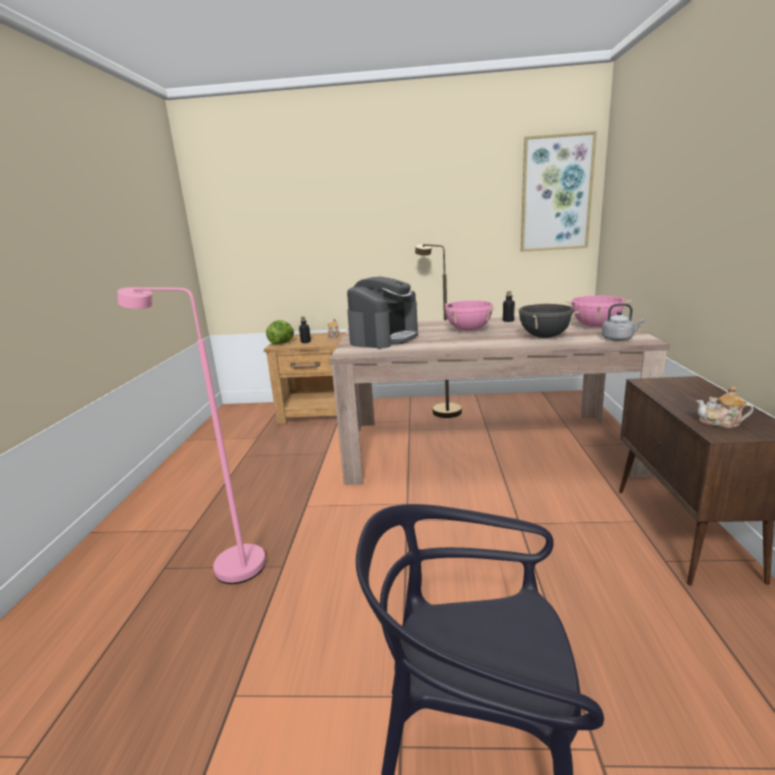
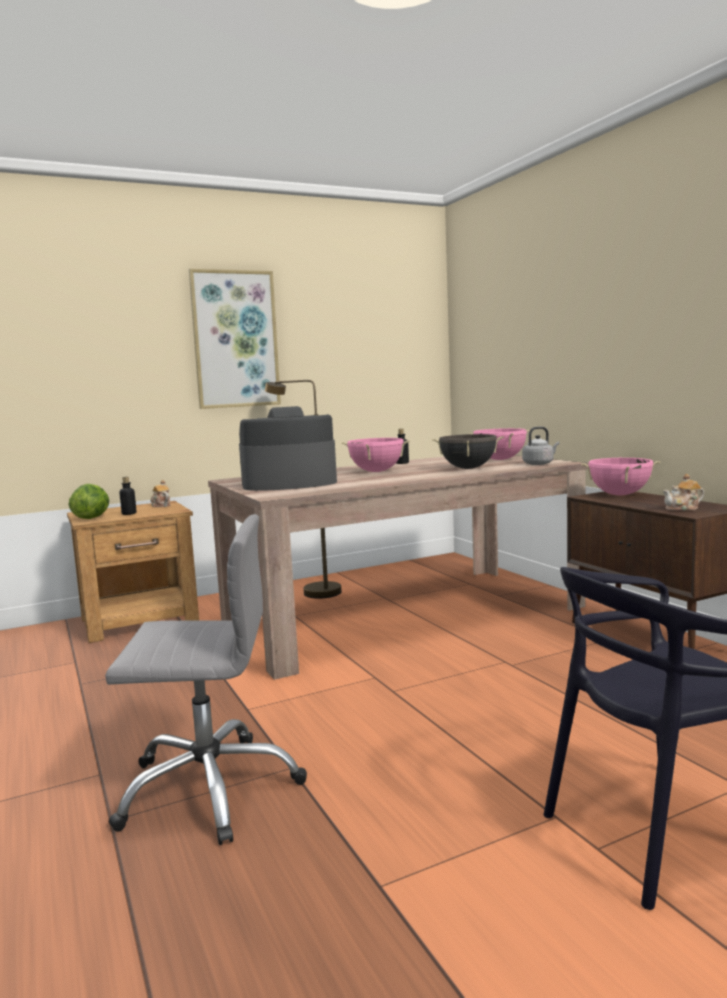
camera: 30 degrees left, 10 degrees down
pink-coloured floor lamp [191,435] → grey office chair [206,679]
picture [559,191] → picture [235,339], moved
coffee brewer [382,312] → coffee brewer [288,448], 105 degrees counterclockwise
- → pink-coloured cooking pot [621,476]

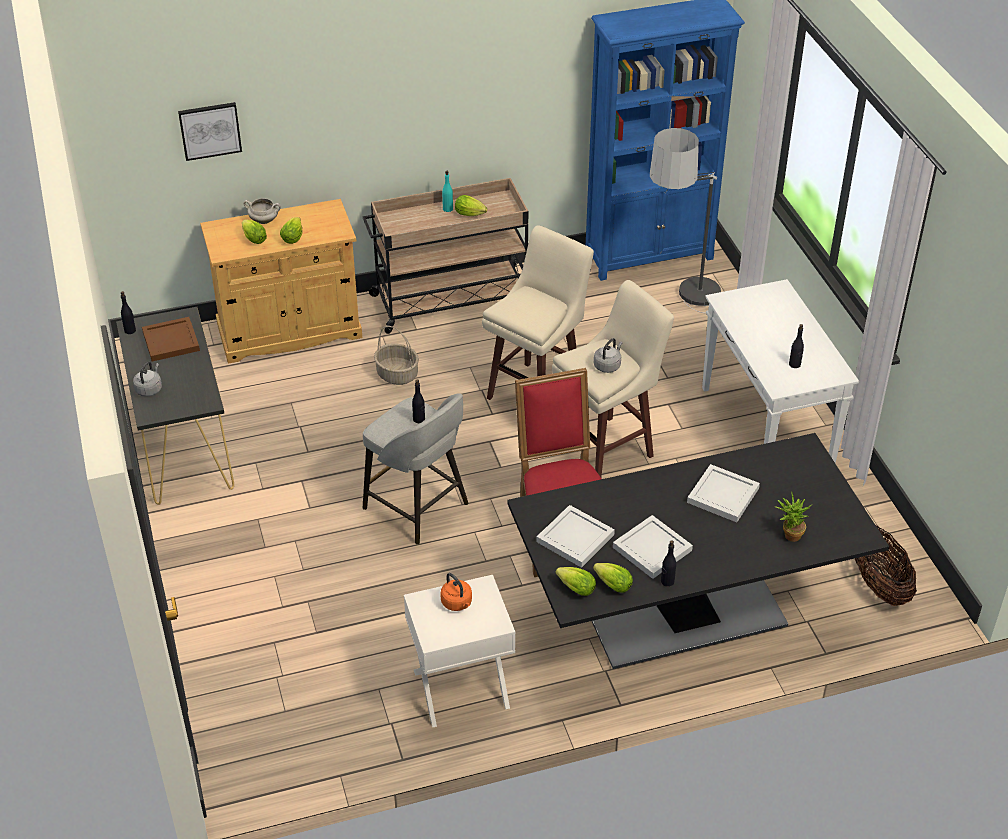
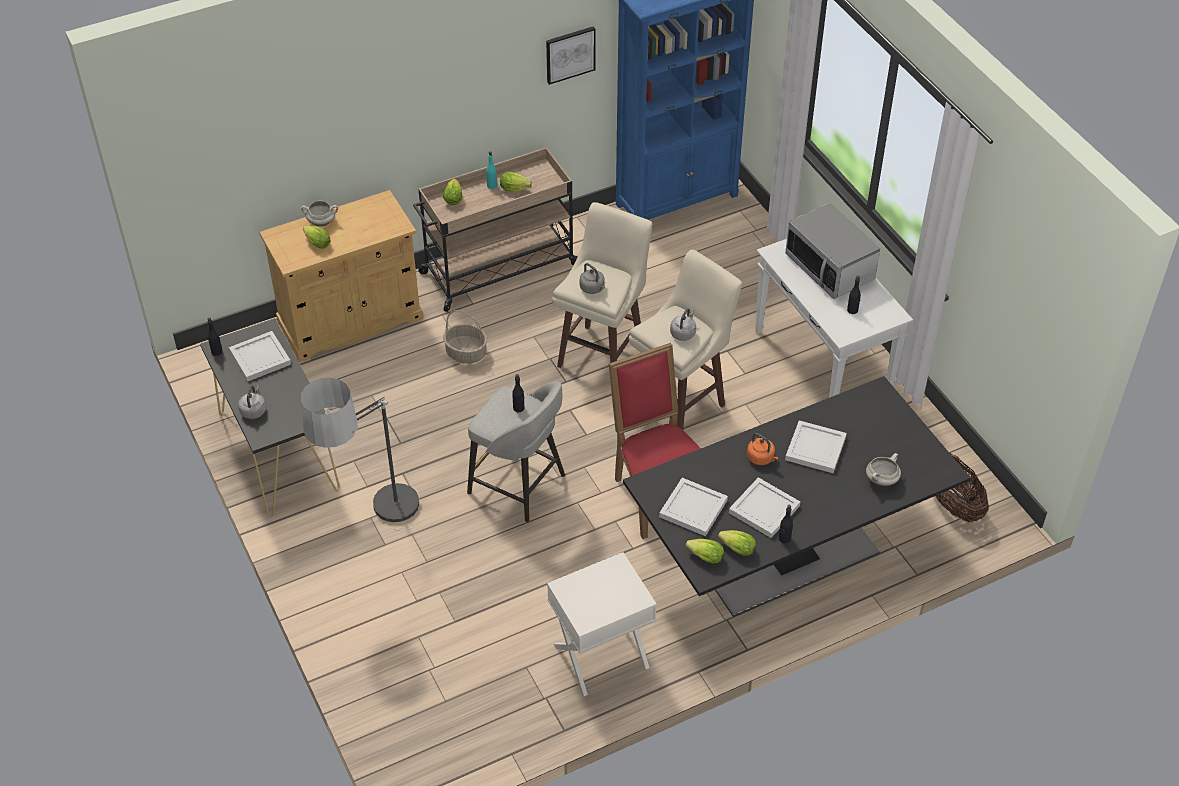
camera: 10 degrees left, 5 degrees up
brownish tray [171,339] → white tray [260,356]
floor lamp [685,220] → floor lamp [360,454], moved
lettuce [291,230] → lettuce [452,192], moved
picture [210,131] → picture [571,55], moved
- → grey water kettle [592,278]
orange-coloured water kettle [456,592] → orange-coloured water kettle [762,449], moved
- → microwave [832,251]
houseplant [793,518] → white cooking pot [883,469]

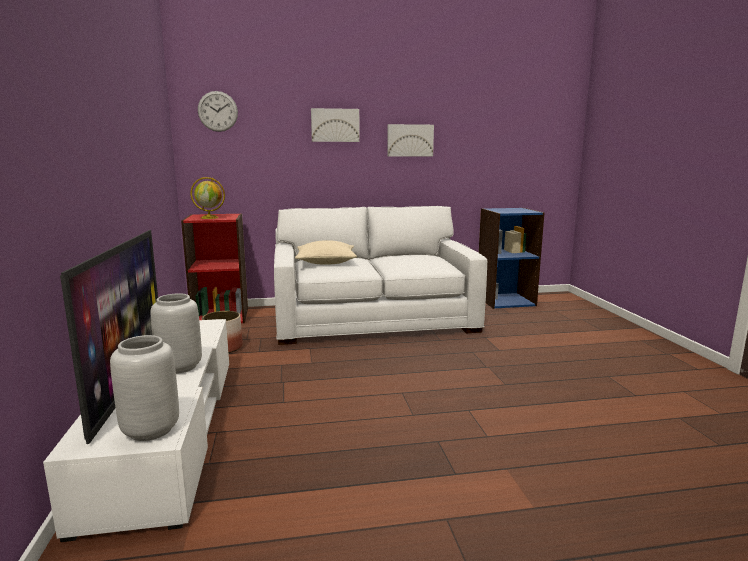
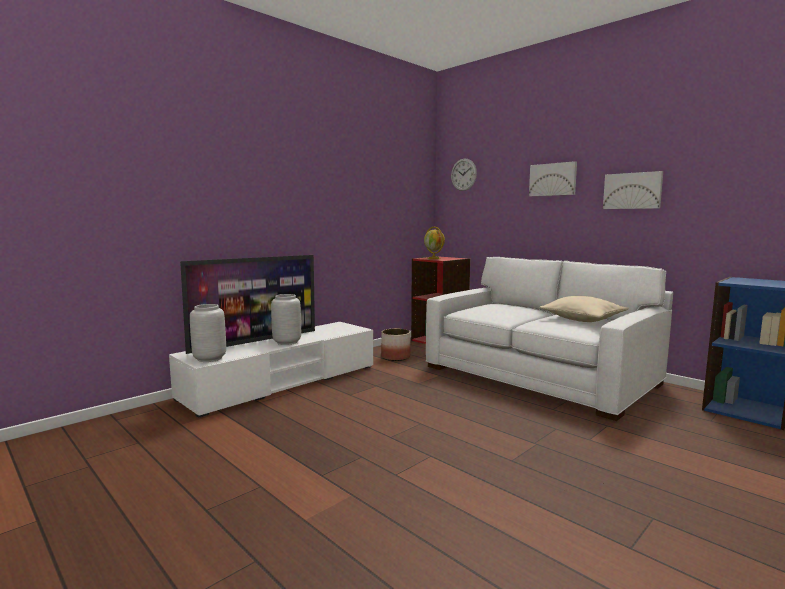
camera: 55 degrees right, 5 degrees down
beige-coloured pillow [326,252] → beige-coloured pillow [584,309], moved

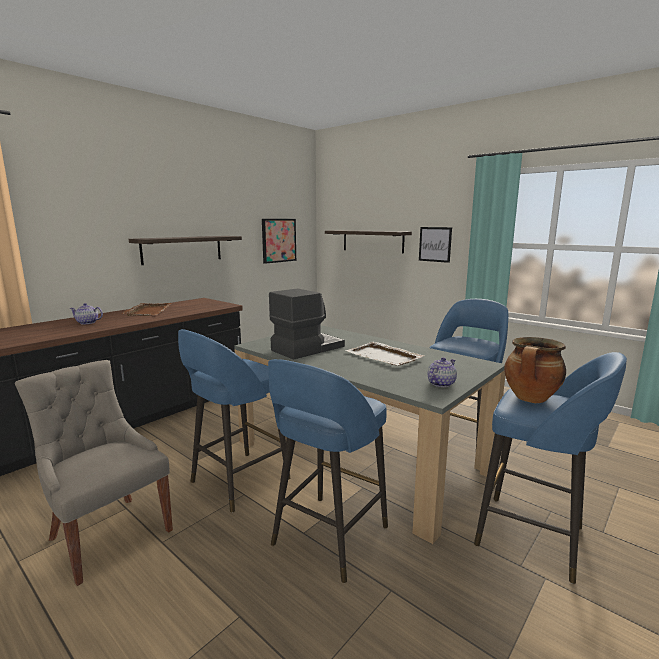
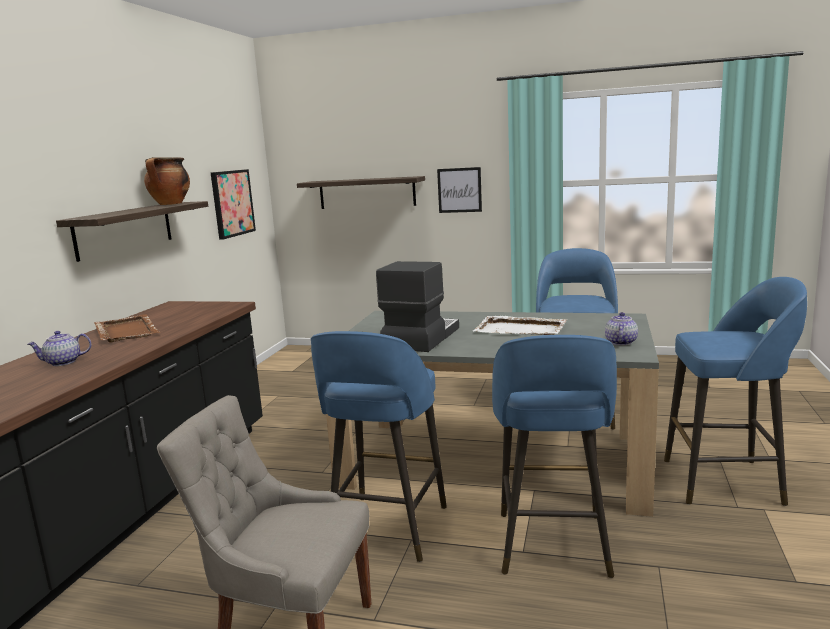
camera: 25 degrees left, 0 degrees up
cooking pot [535,370] → cooking pot [167,181], moved

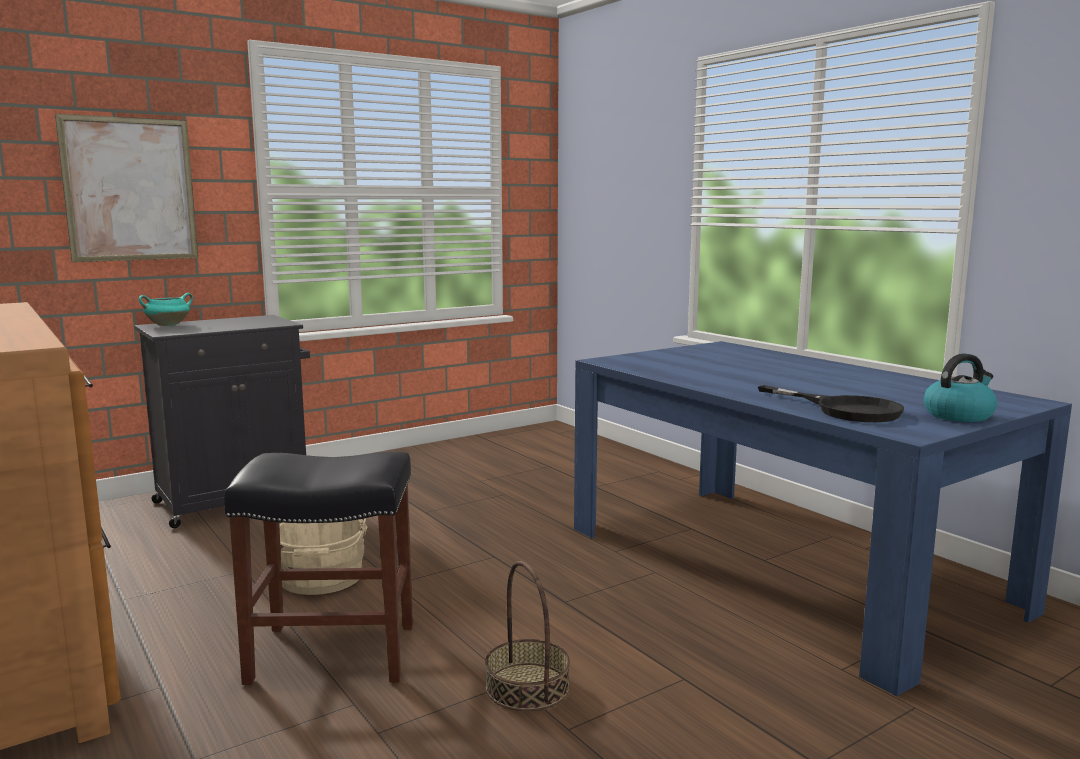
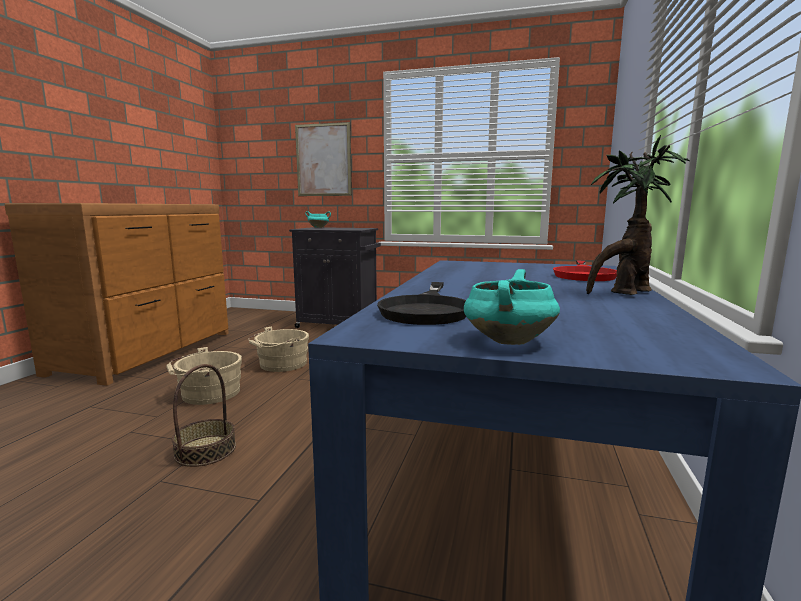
camera: 50 degrees right, 0 degrees up
black-coloured stool seat [318,568] → beige-coloured water bucket [204,376]
water kettle [960,388] → turquoise-coloured cooking pot [512,307]
- → red pan [585,271]
- → houseplant [638,215]

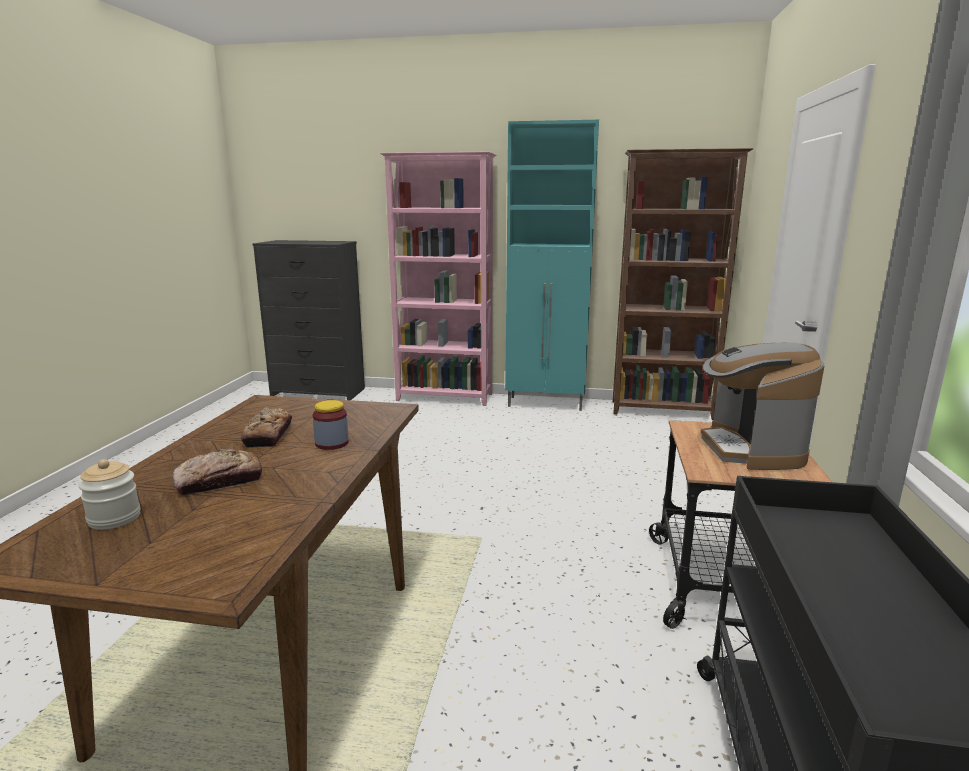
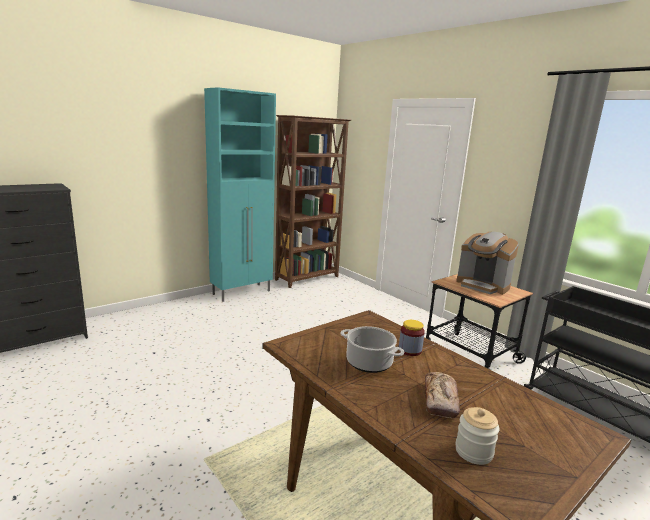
camera: 50 degrees left, 0 degrees up
bakery bread [266,427] → cooking pot [372,349]
pink-coloured bookshelf [438,279] → -

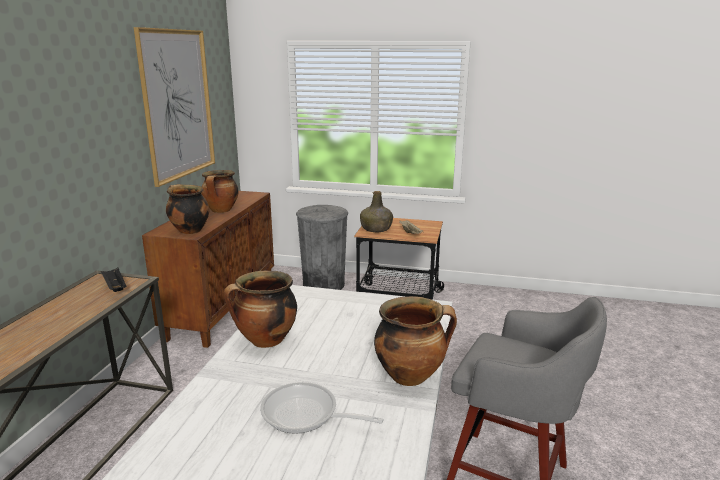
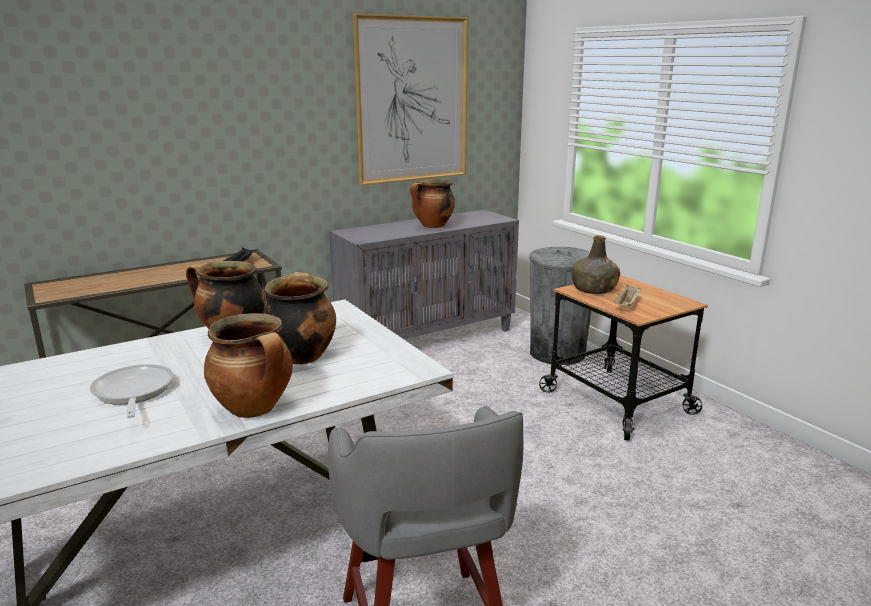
camera: 45 degrees right, 0 degrees up
cooking pot [187,209] → cooking pot [299,318], moved
brownish cupboard [208,269] → grey cupboard [424,274]

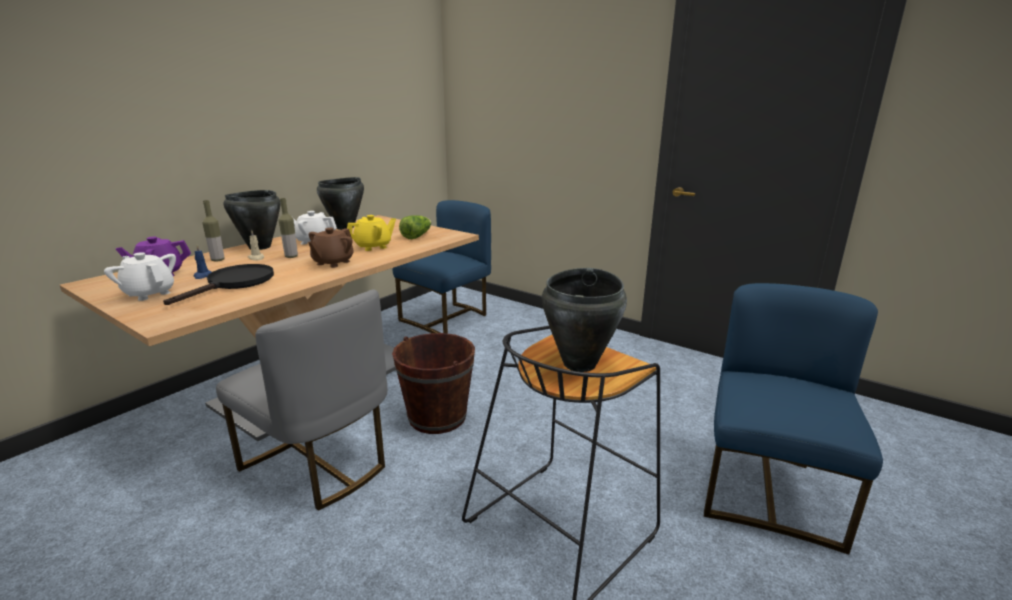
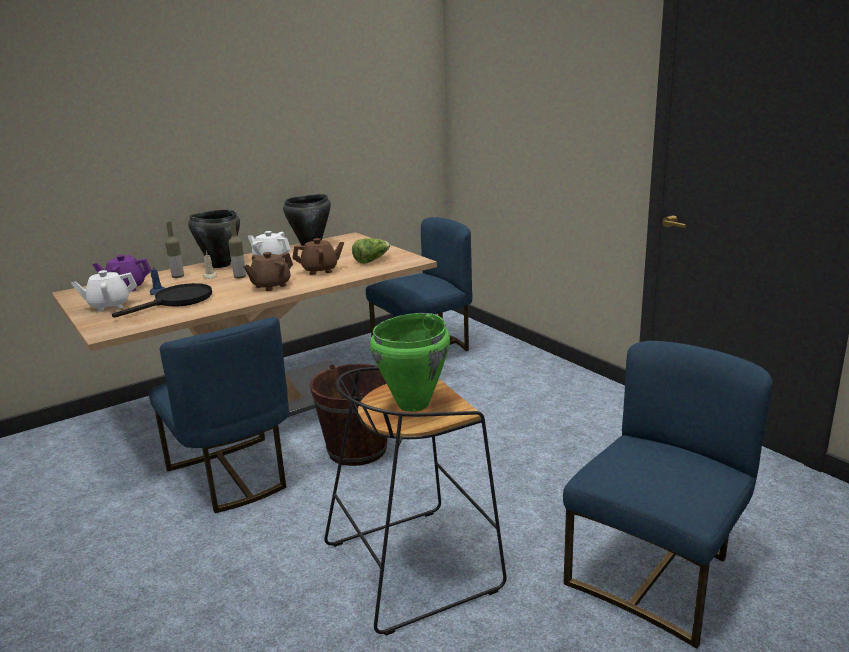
camera: 20 degrees right, 0 degrees up
white tea pot [140,276] → white tea pot [104,291], 75 degrees counterclockwise
grey plain chair [301,400] → blue-coloured plain chair [219,415]
yellowish tea pot [371,233] → brownish tea pot [318,256]
black-coloured cooking pot [584,320] → greenish cooking pot [410,362]

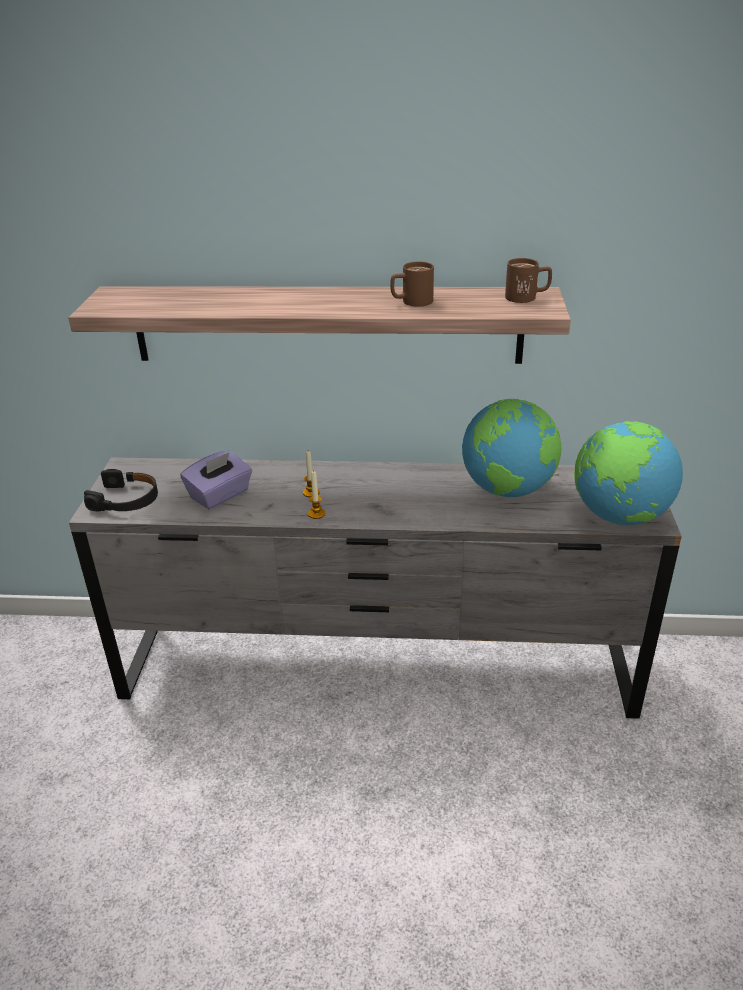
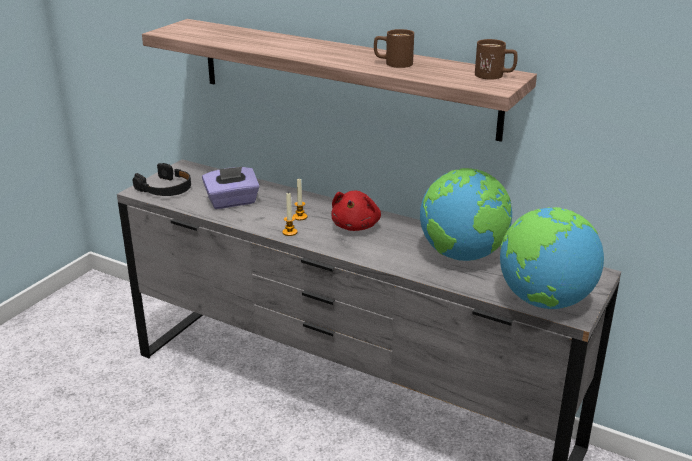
camera: 25 degrees right, 5 degrees down
- → red plush toy [356,211]

